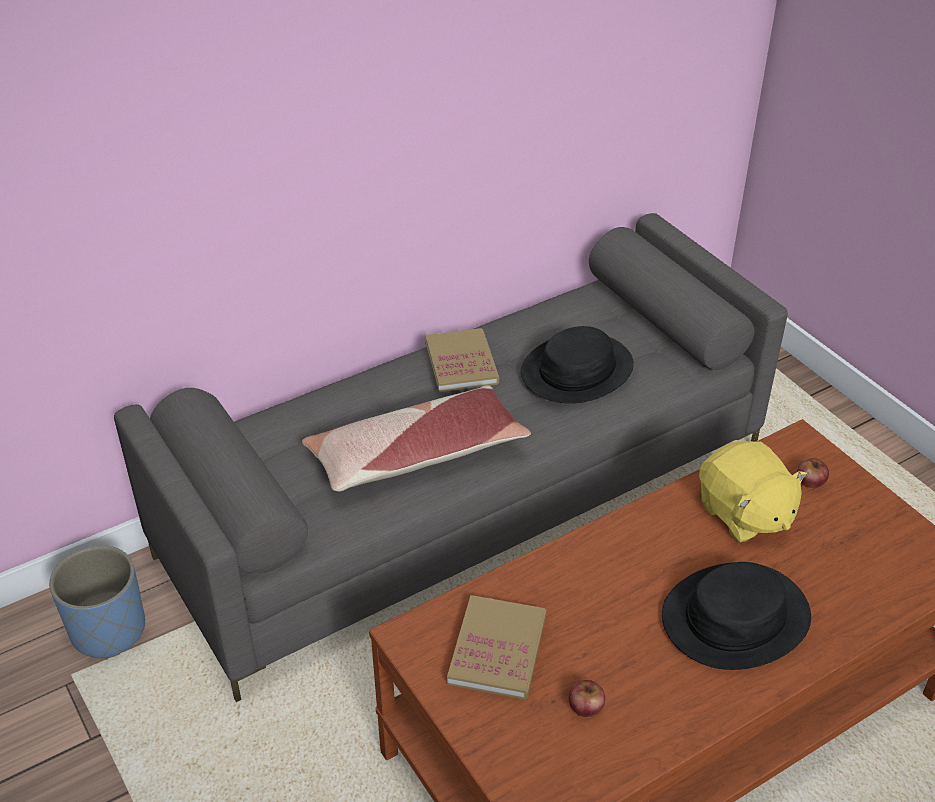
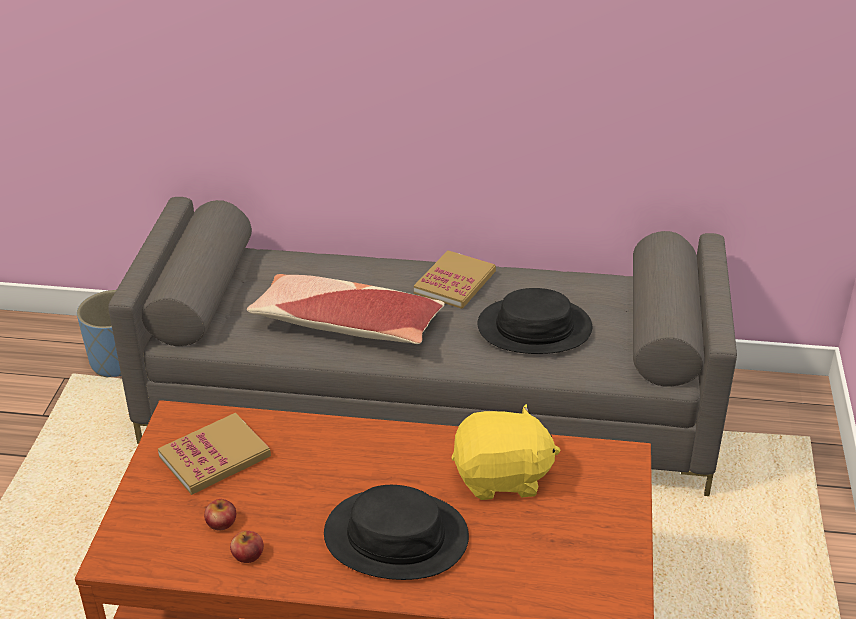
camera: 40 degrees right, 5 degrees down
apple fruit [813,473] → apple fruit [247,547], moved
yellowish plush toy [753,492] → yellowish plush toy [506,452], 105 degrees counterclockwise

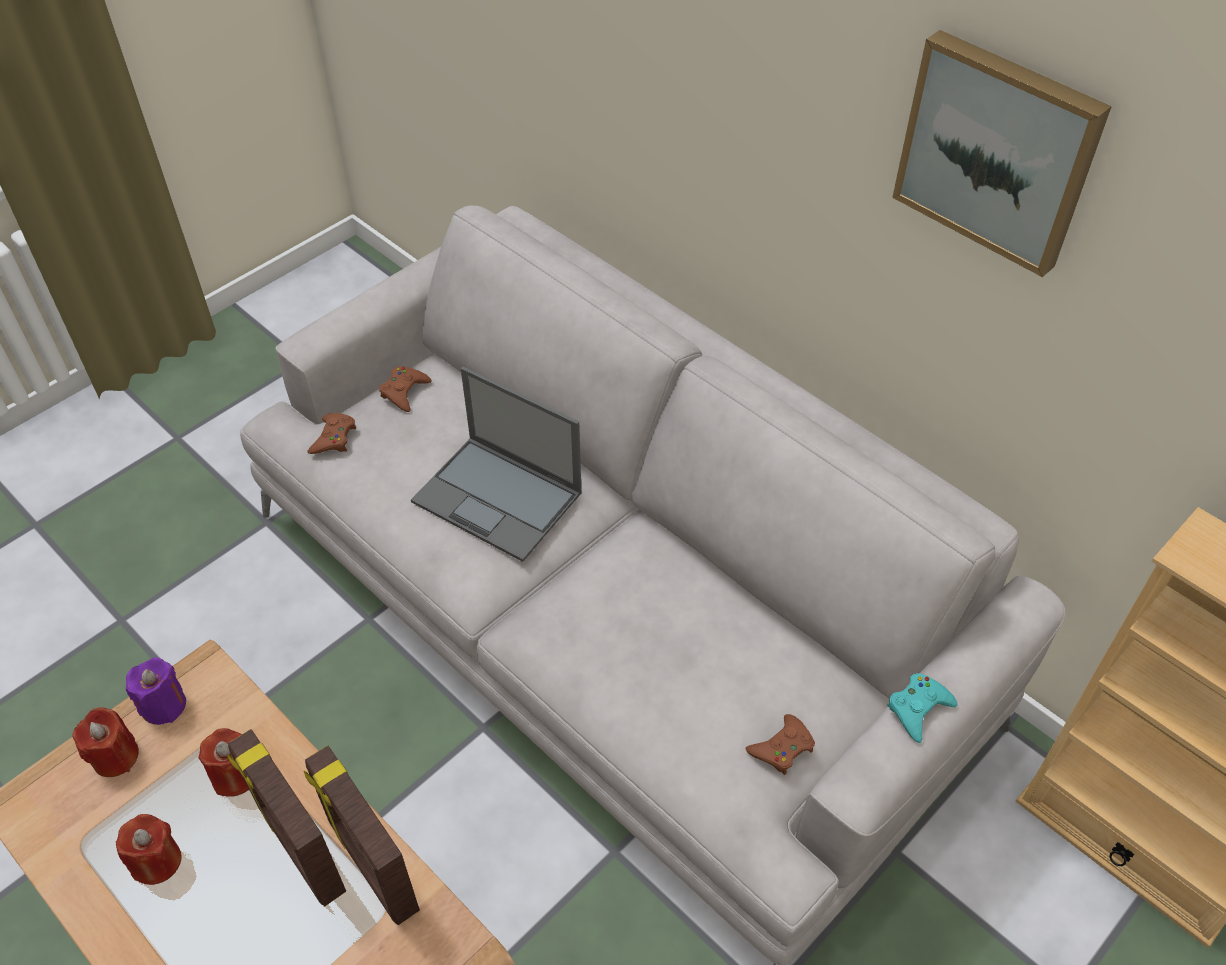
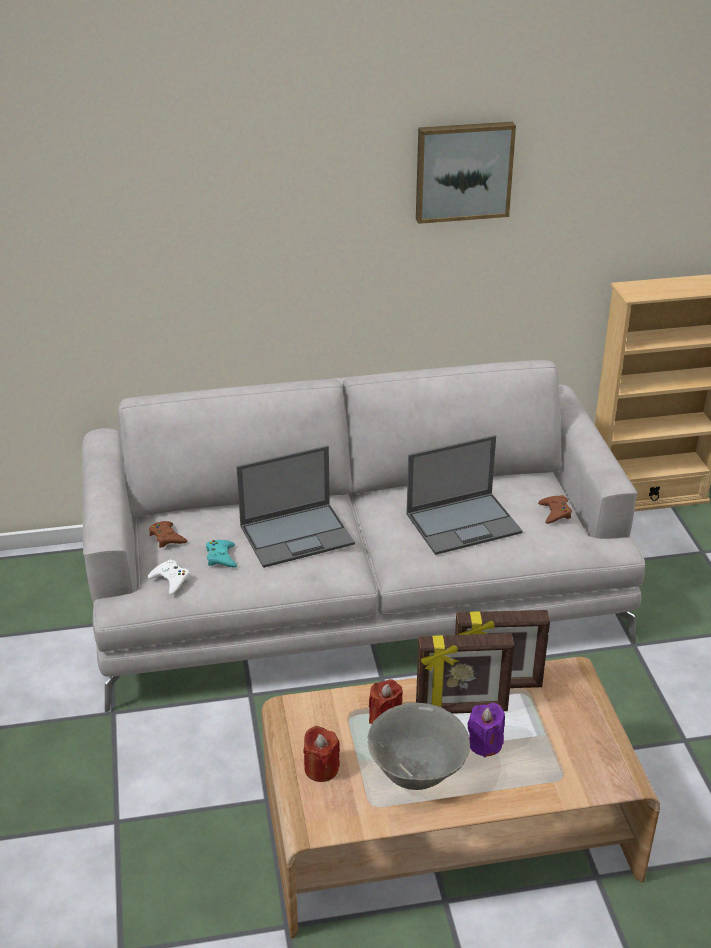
camera: 55 degrees left, 15 degrees down
brownish gamepad [331,433] → white gamepad [169,577]
turquoise-coloured gamepad [922,708] → turquoise-coloured gamepad [221,554], moved
red wax candle [148,849] → grey deep dish [419,746]
- → notebook computer [464,495]
purple wax candle [156,691] → purple wax candle [486,730], moved

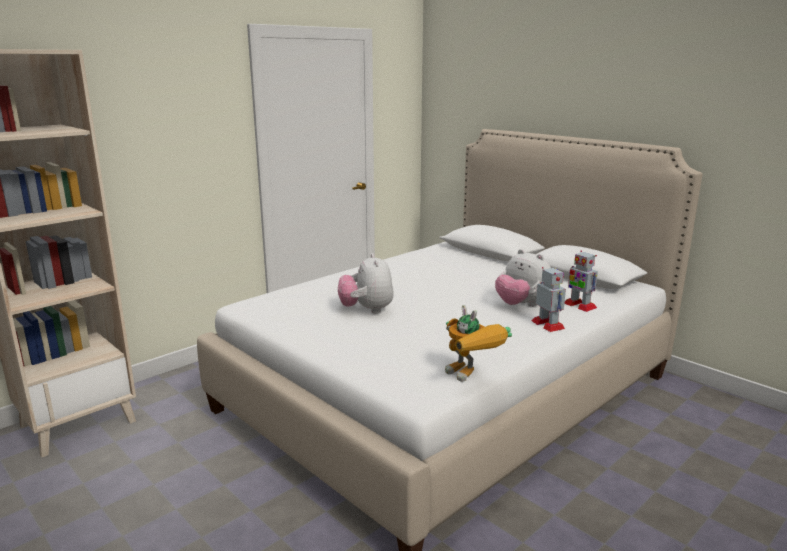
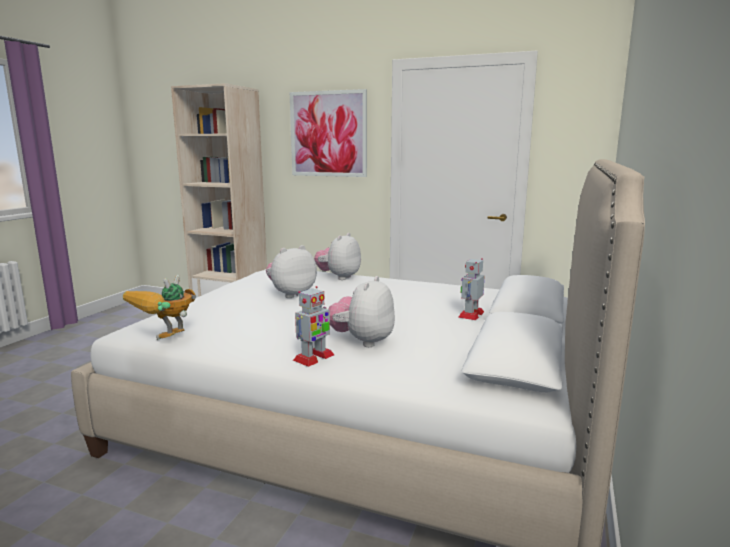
camera: 65 degrees right, 5 degrees down
- → picture [328,133]
- → plush toy [337,256]
toy robot [581,281] → toy robot [471,289], moved

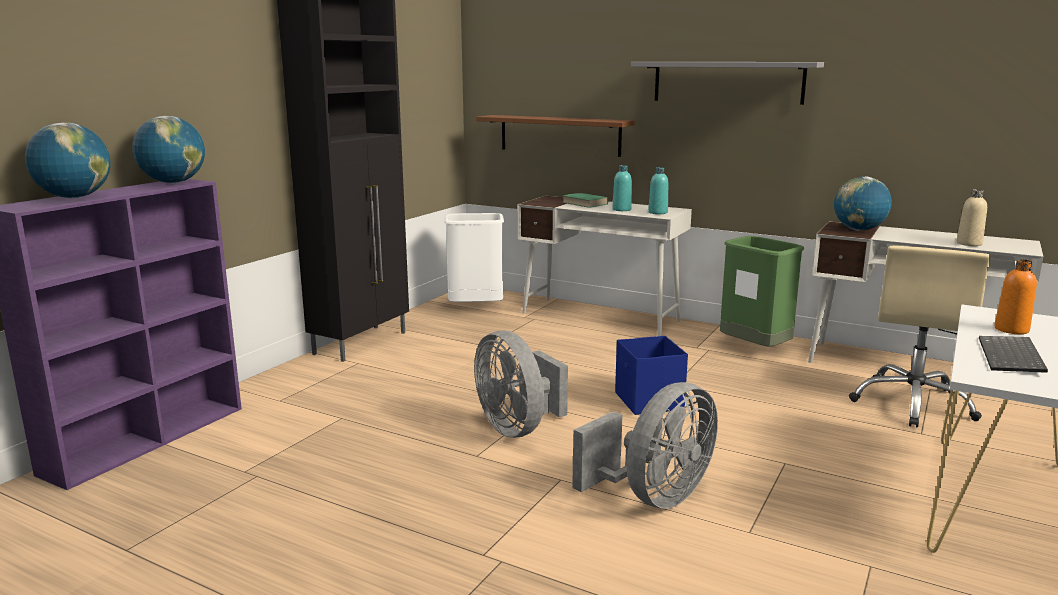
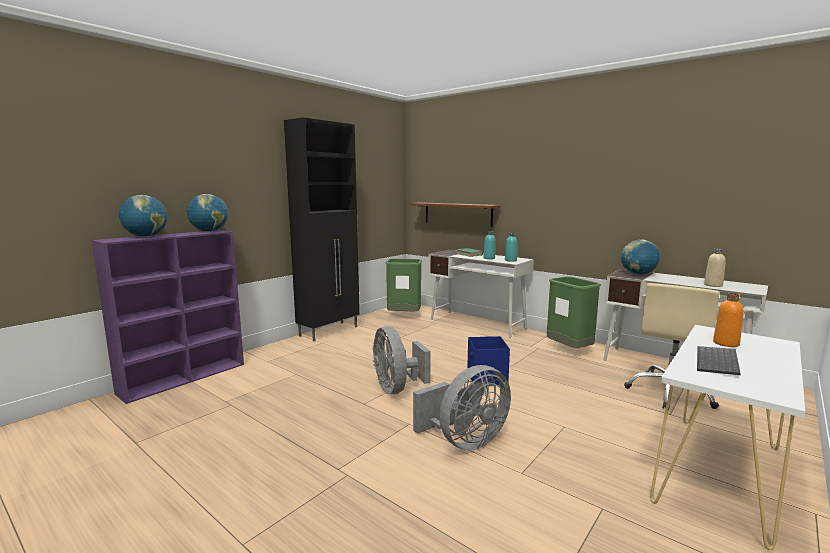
camera: 10 degrees right, 5 degrees down
white rubbish bin [474,257] → greenish rubbish bin [403,285]
grey shelf [727,83] → -

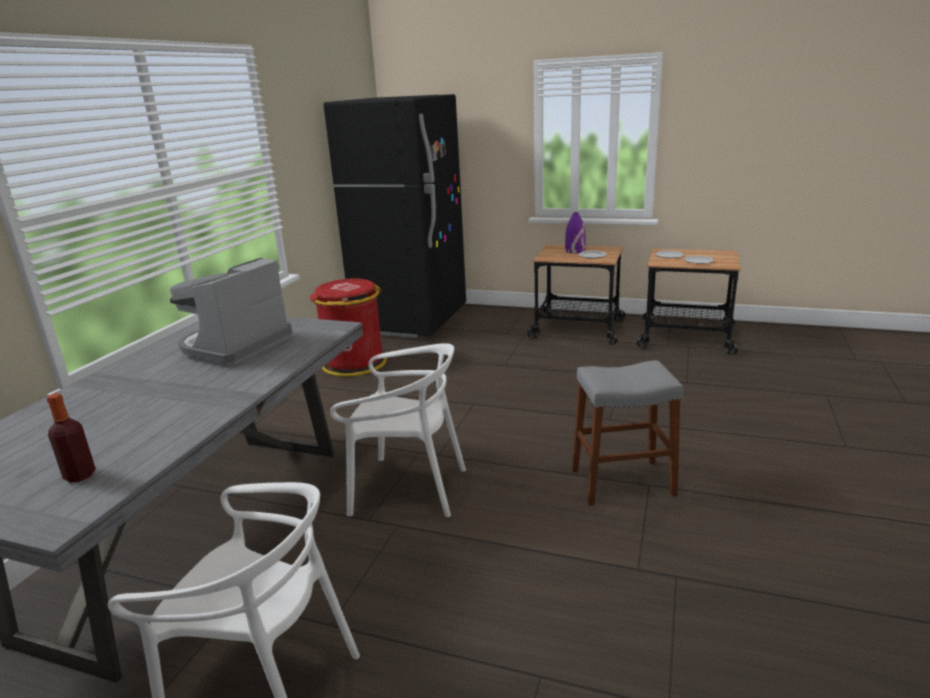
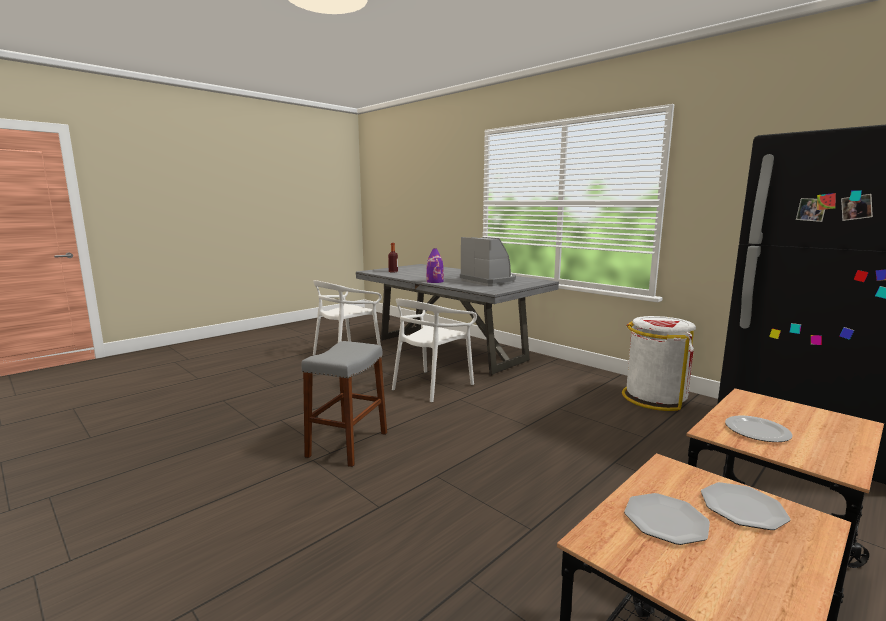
camera: 115 degrees right, 10 degrees down
purple vase [575,232] → purple vase [435,265], moved
red rubbish bin [348,327] → white rubbish bin [659,363]

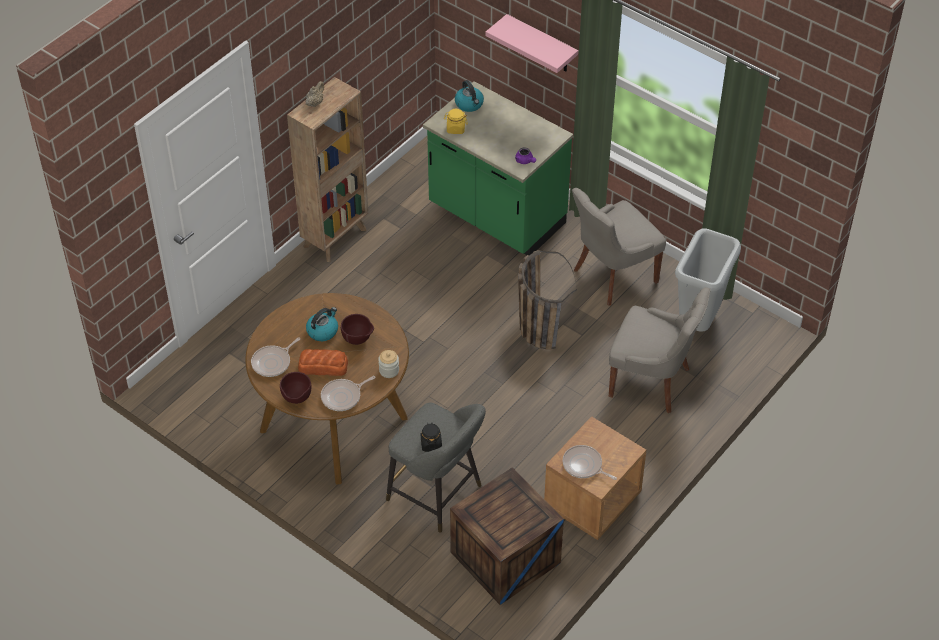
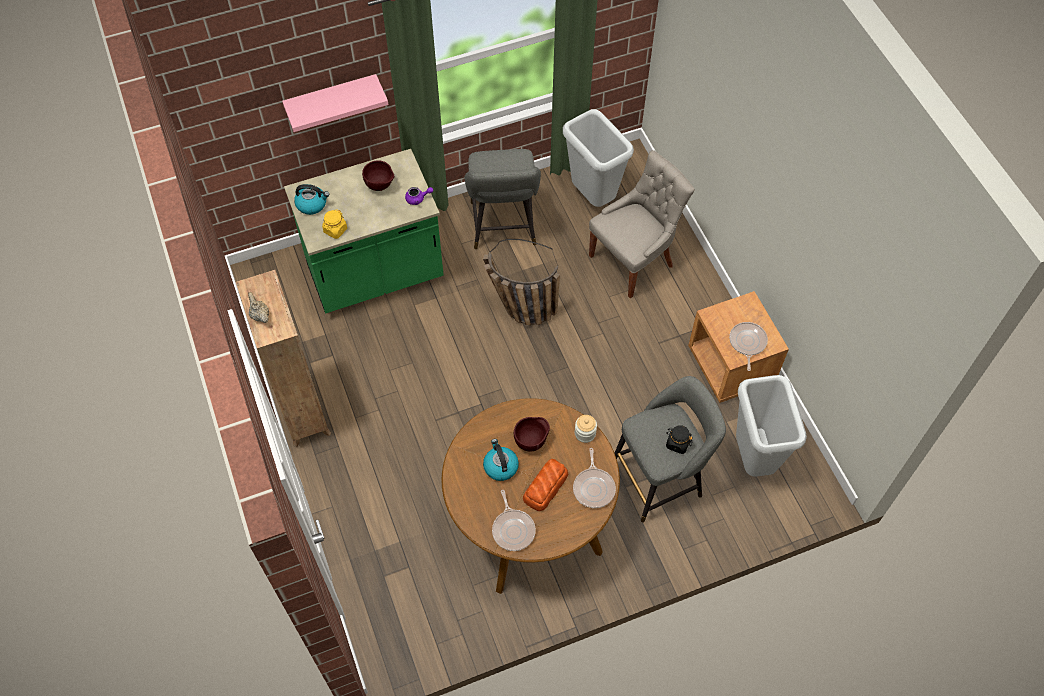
camera: 60 degrees left, 10 degrees up
brownish deep dish [295,388] → brownish deep dish [378,175], moved
grey plain chair [619,247] → grey stool seat [503,199]
pan [589,462] → pan [748,346], 120 degrees clockwise
shipping crate [507,536] → grey rubbish bin [771,426]

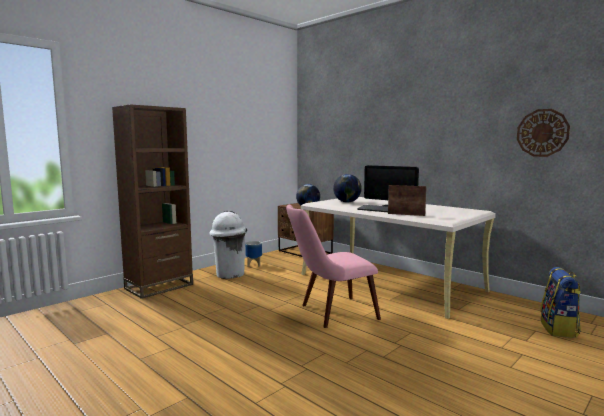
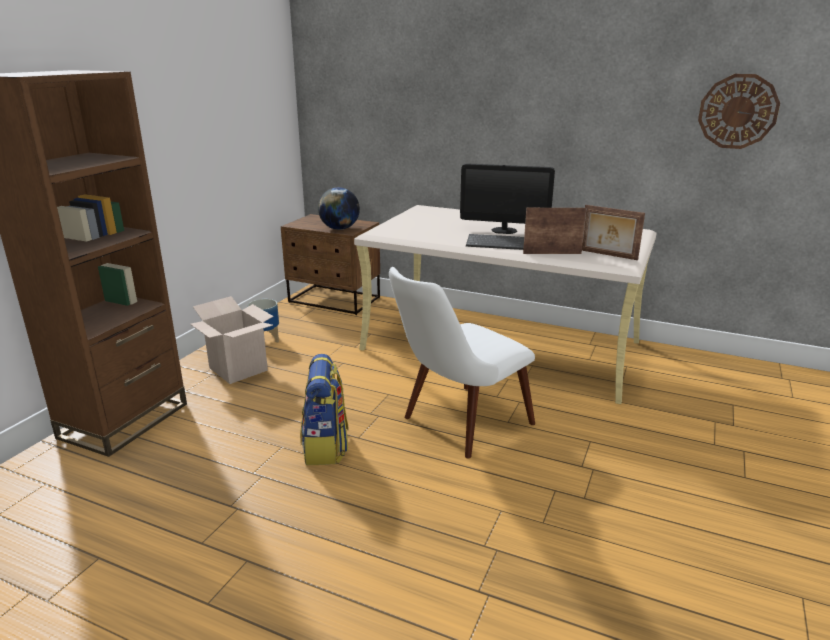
camera: 20 degrees left, 15 degrees up
white rubbish bin [228,245] → packing box [232,340]
backpack [560,302] → backpack [324,409], moved
pink-coloured plain chair [333,266] → white plain chair [462,363]
- → photo frame [613,232]
desk globe [347,188] → -

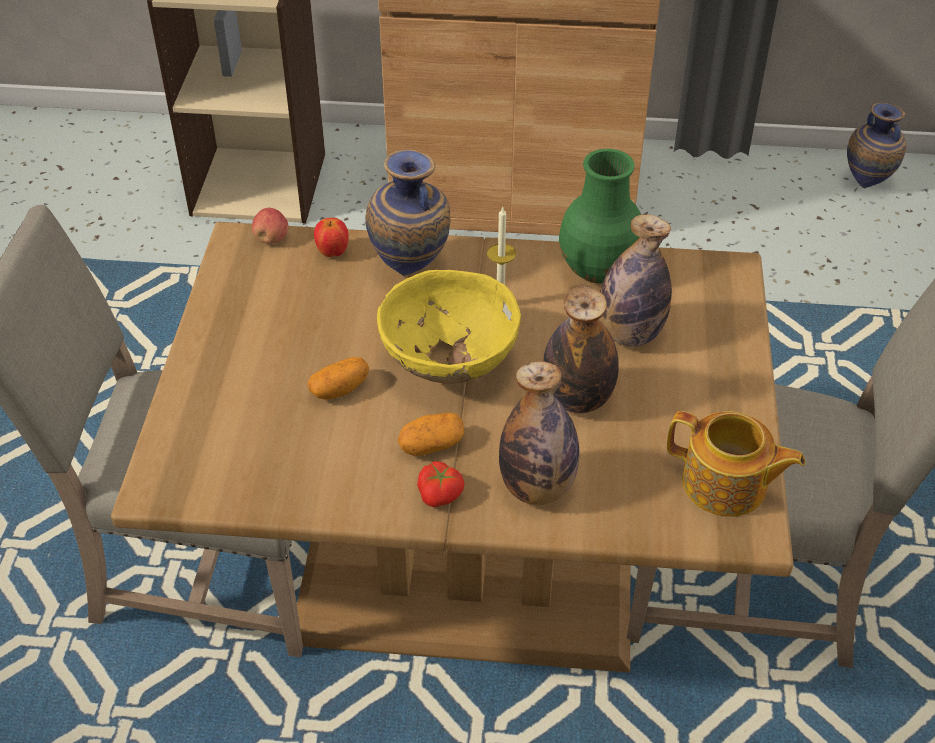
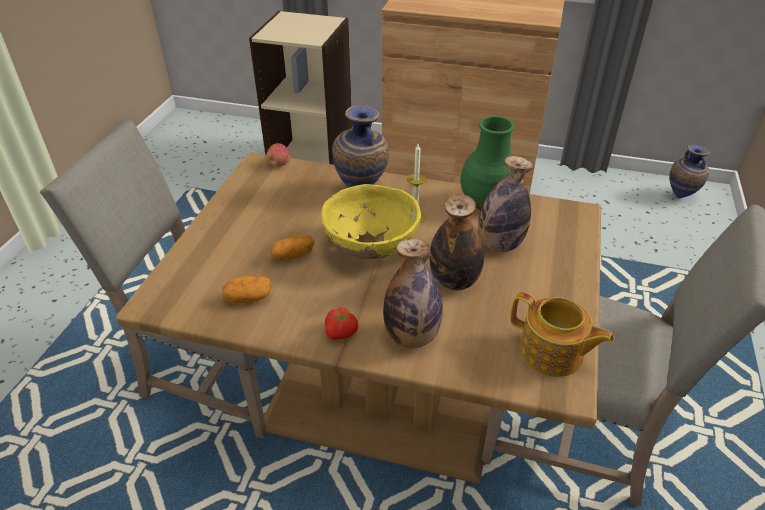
camera: 10 degrees right, 5 degrees down
spud [431,434] → spud [247,290], moved
apple fruit [331,237] → -

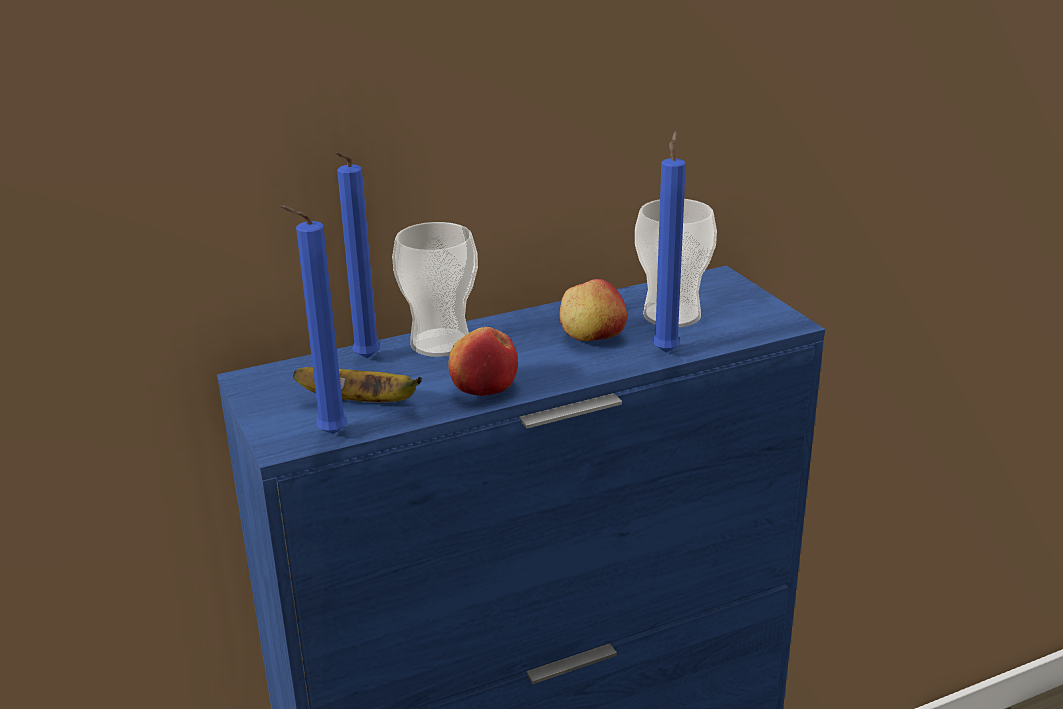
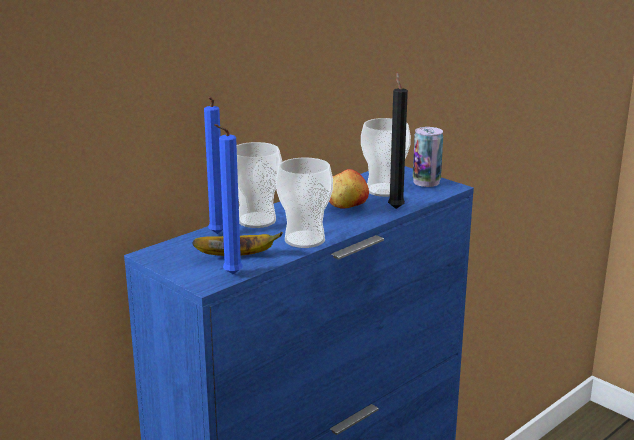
camera: 20 degrees left, 5 degrees down
apple fruit [483,361] → small cup [304,203]
blue-coloured wax candle [669,242] → black-coloured wax candle [398,141]
- → sealed can [428,157]

